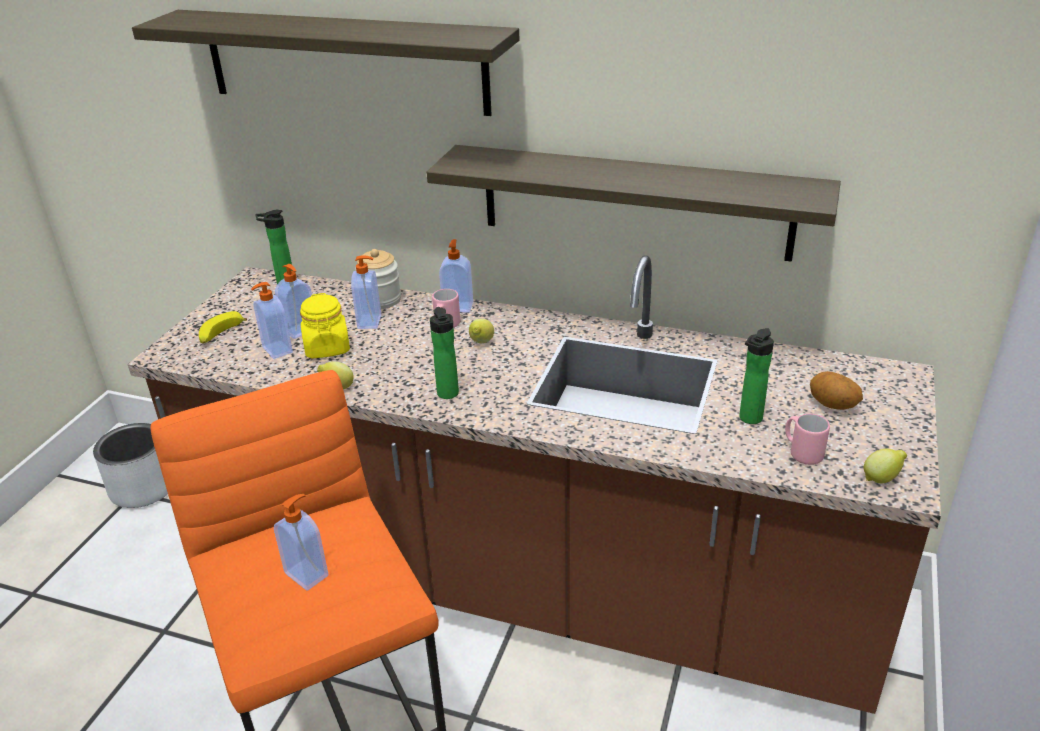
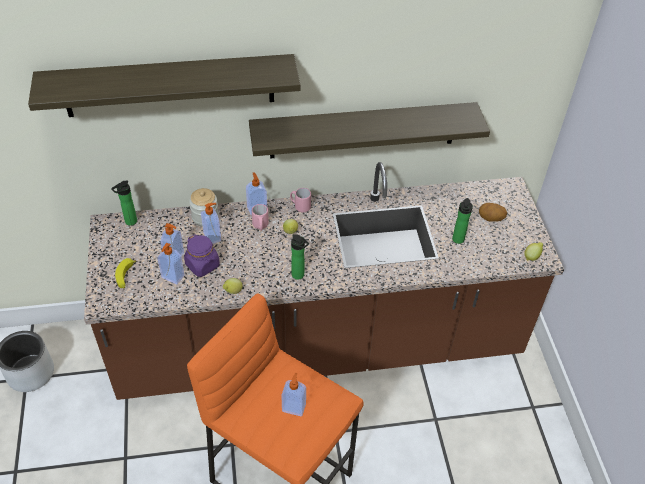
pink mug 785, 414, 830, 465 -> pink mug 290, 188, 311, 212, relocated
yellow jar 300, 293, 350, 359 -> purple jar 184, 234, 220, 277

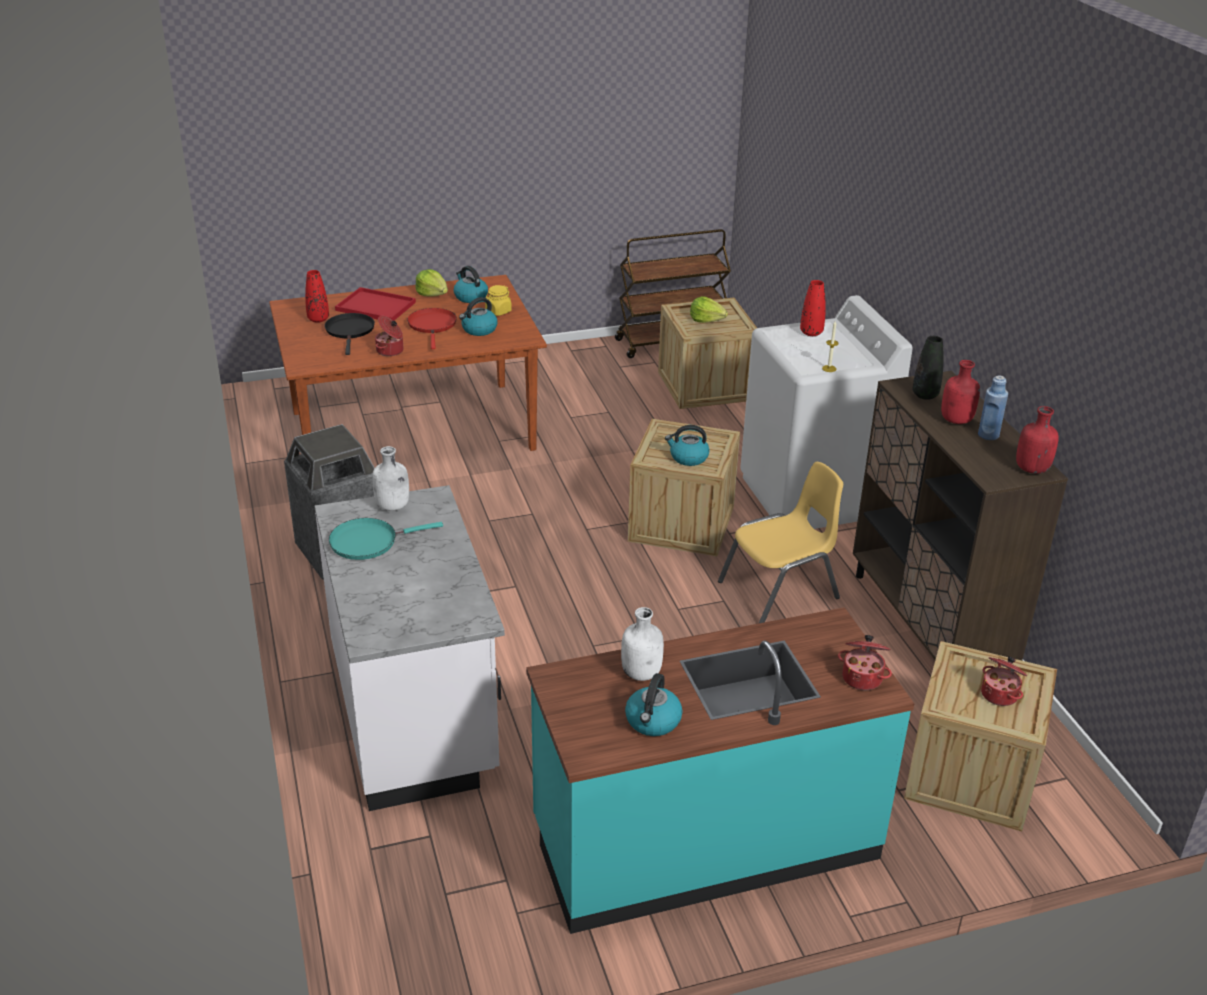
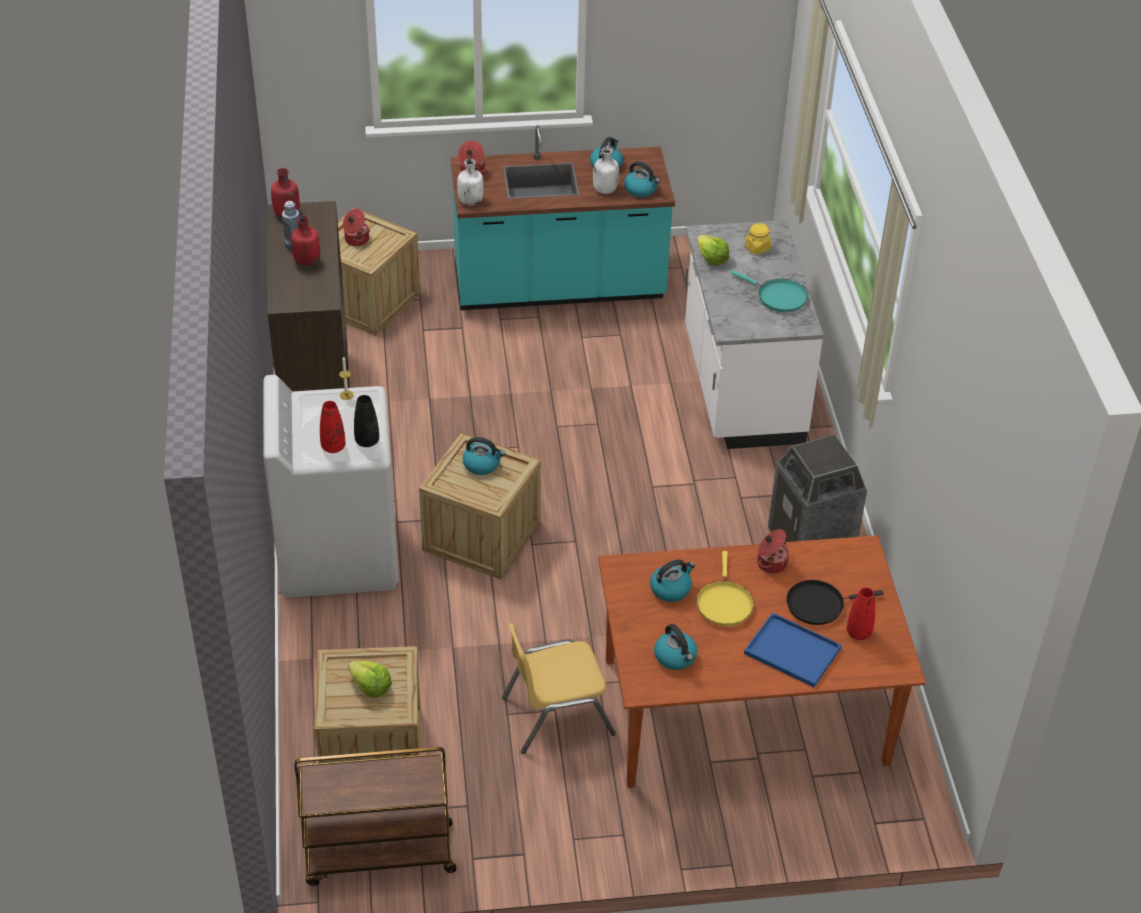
none -> kettle 624, 161, 660, 197
white bottle 372, 446, 409, 511 -> white bottle 457, 159, 484, 206, relocated
lettuce 415, 269, 448, 297 -> lettuce 697, 235, 729, 265, relocated
yellow jar 485, 285, 512, 316 -> yellow jar 745, 223, 772, 255, relocated
yellow chair 718, 462, 843, 624 -> yellow chair 502, 623, 616, 754, relocated
black vase 913, 336, 944, 400 -> black vase 354, 395, 379, 447, relocated
red tray 335, 287, 416, 320 -> blue tray 744, 612, 842, 687
red frying pan 407, 308, 457, 349 -> yellow frying pan 696, 551, 754, 626
black frying pan 324, 313, 375, 355 -> black frying pan 786, 580, 884, 625, 75 degrees clockwise
turquoise frying pan 329, 518, 443, 560 -> turquoise frying pan 731, 271, 808, 312, 45 degrees clockwise

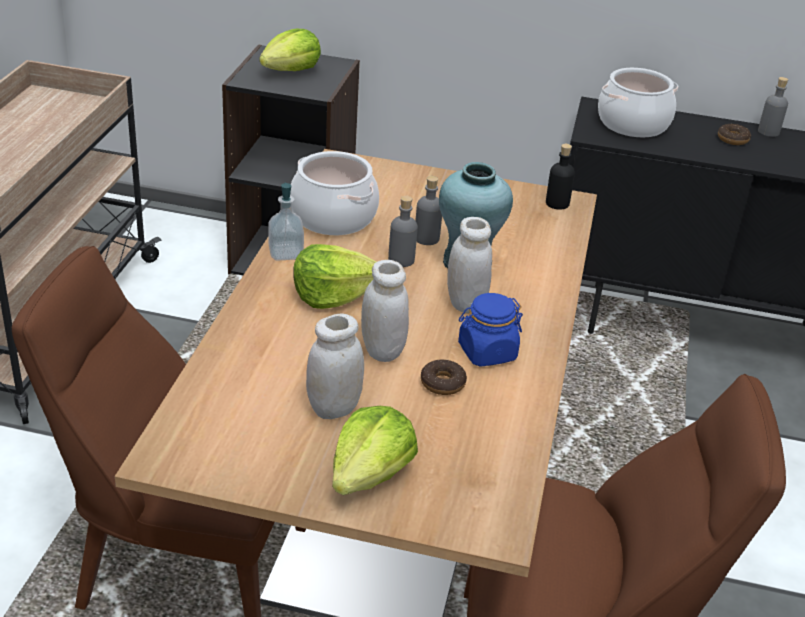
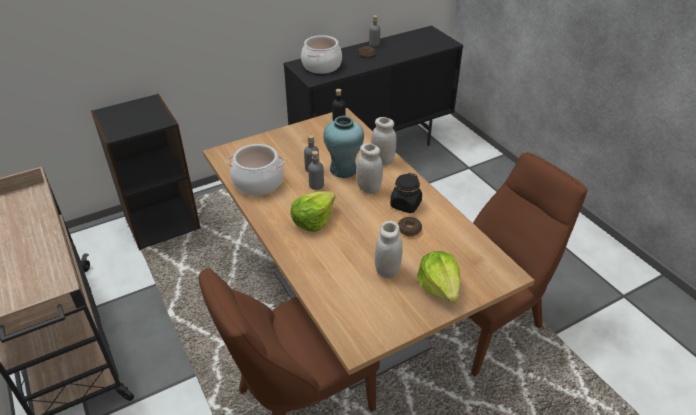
lettuce 259, 29, 321, 71 -> none
soap dispenser 268, 182, 304, 261 -> none
white jar 361, 260, 409, 362 -> white jar 371, 117, 397, 165, relocated
blue jar 458, 293, 523, 366 -> black jar 390, 173, 422, 213

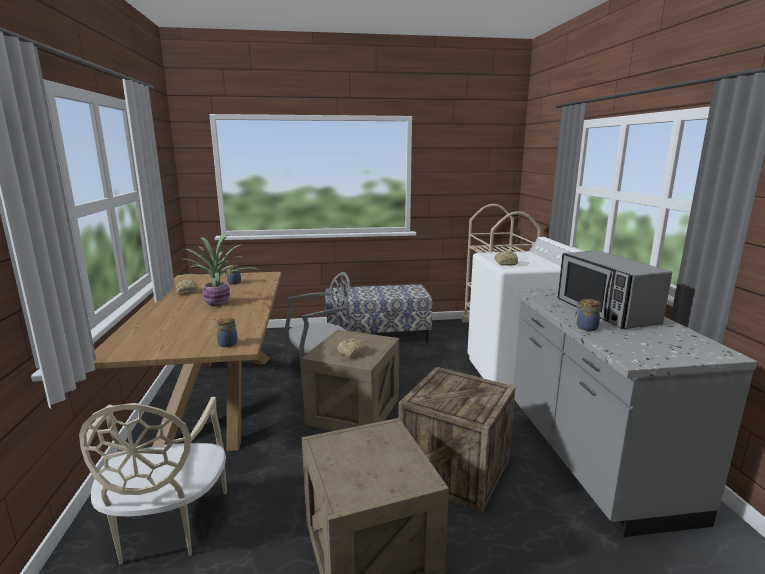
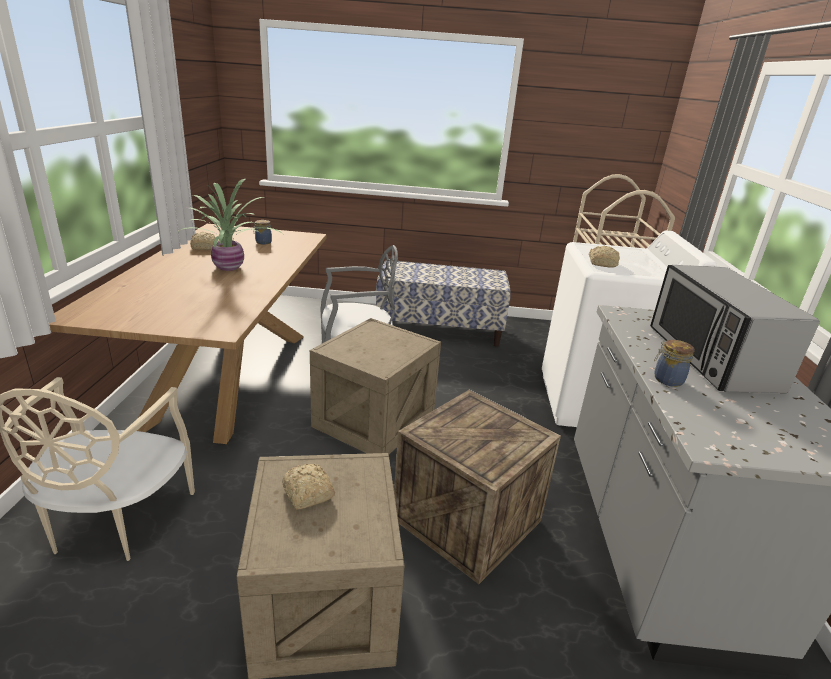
jar 216, 318, 238, 347 -> none
bread 337, 338, 367, 358 -> bread 282, 464, 335, 509, relocated

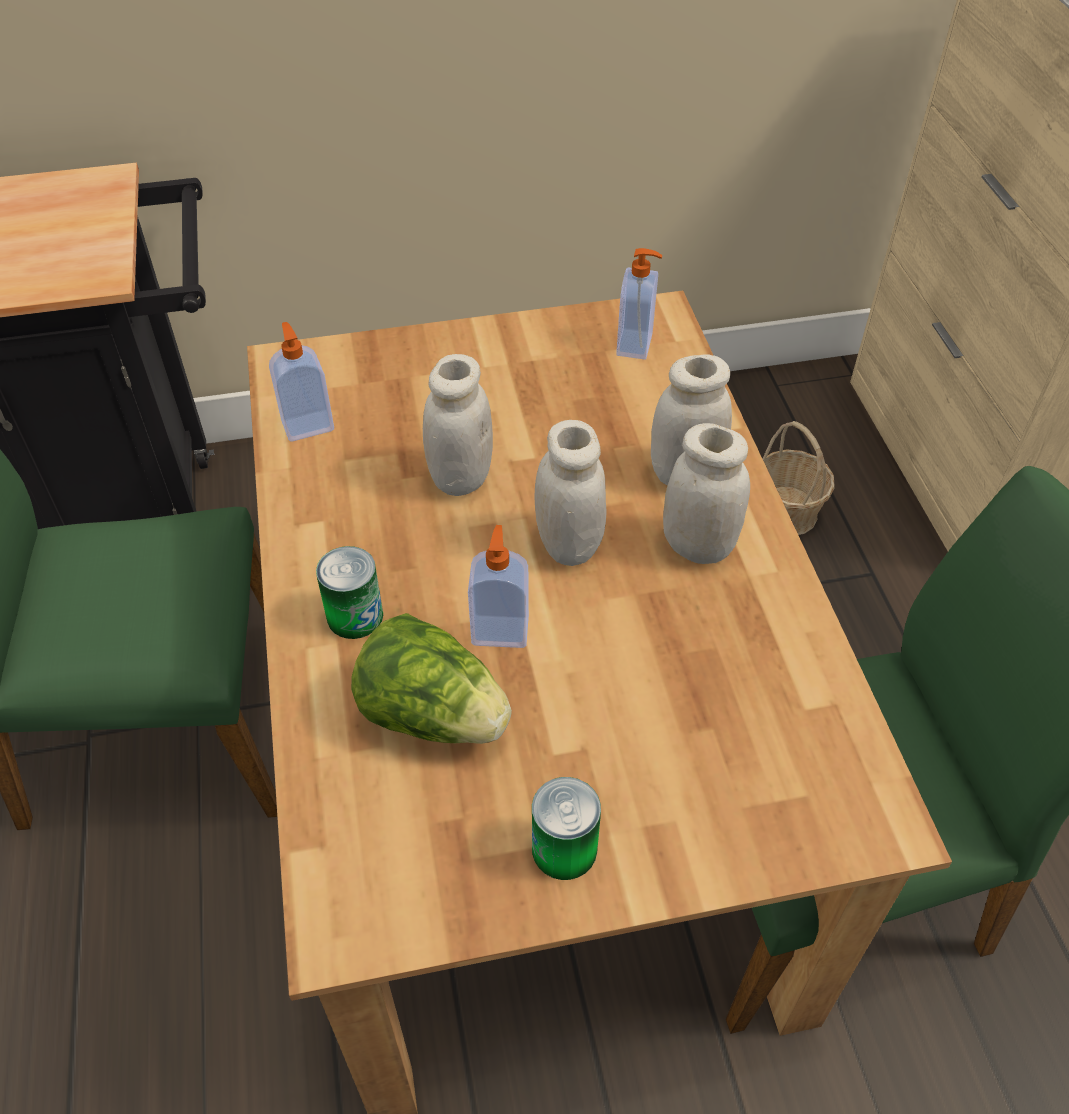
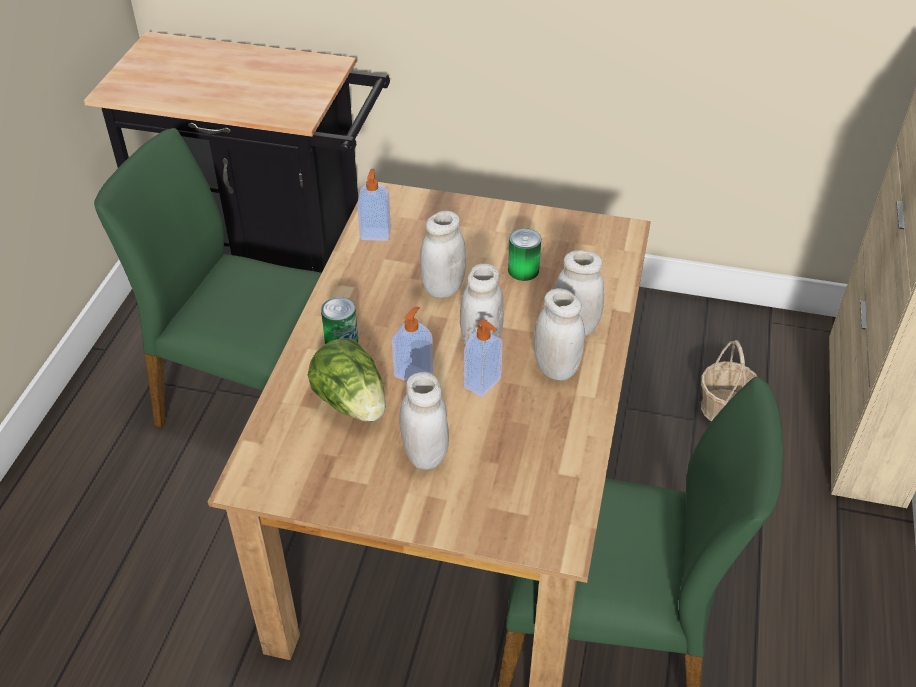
none -> white jar 400, 372, 449, 470
can 532, 777, 601, 880 -> can 508, 228, 541, 281, relocated
soap dispenser 616, 248, 662, 360 -> soap dispenser 464, 319, 503, 397, relocated

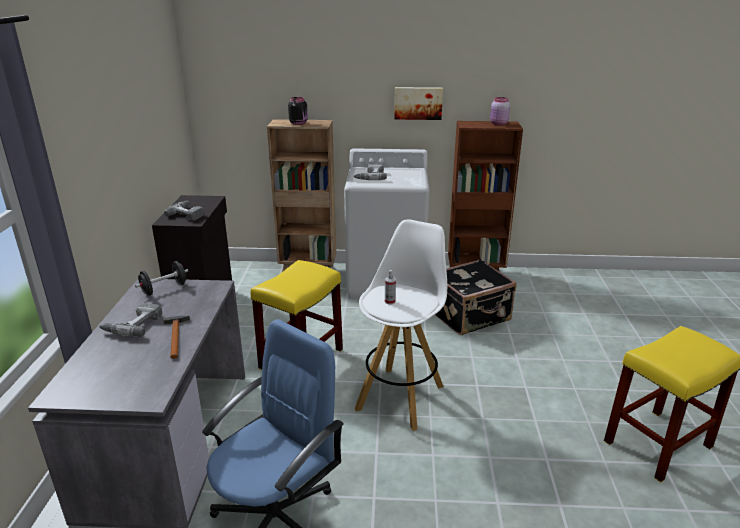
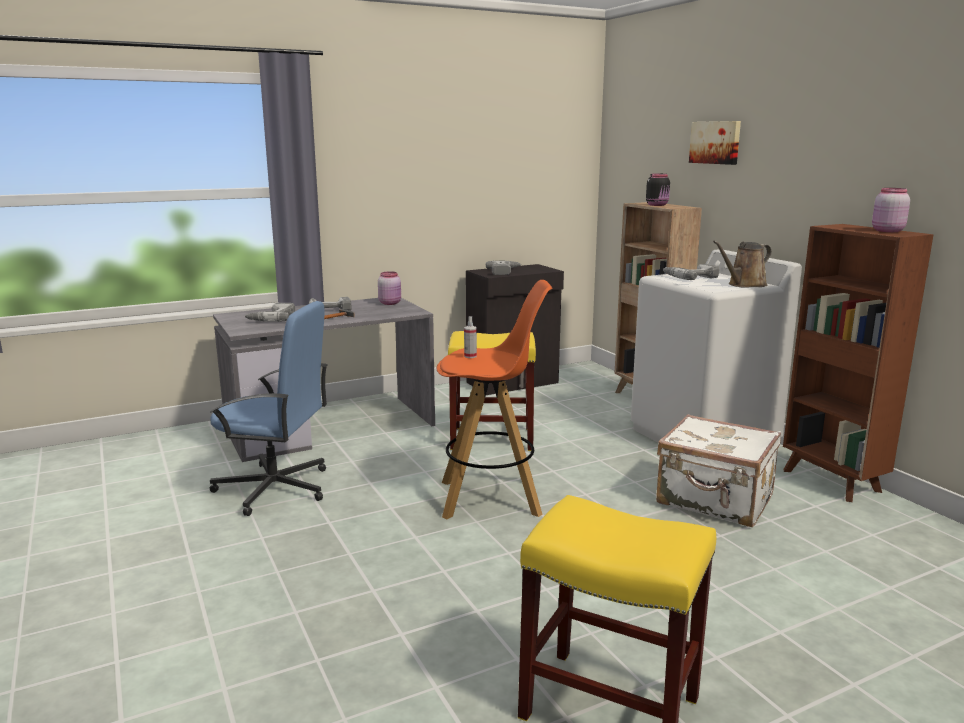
none -> power drill 245, 303, 295, 322
none -> brown watering can 713, 241, 772, 288
picture 394, 87, 443, 120 -> picture 689, 121, 741, 165, relocated
black dumbbell 135, 261, 188, 296 -> pink jar 378, 271, 401, 305
white stool 355, 219, 447, 431 -> orange stool 436, 280, 552, 519
black suitcase 435, 259, 517, 335 -> white suitcase 656, 414, 781, 527

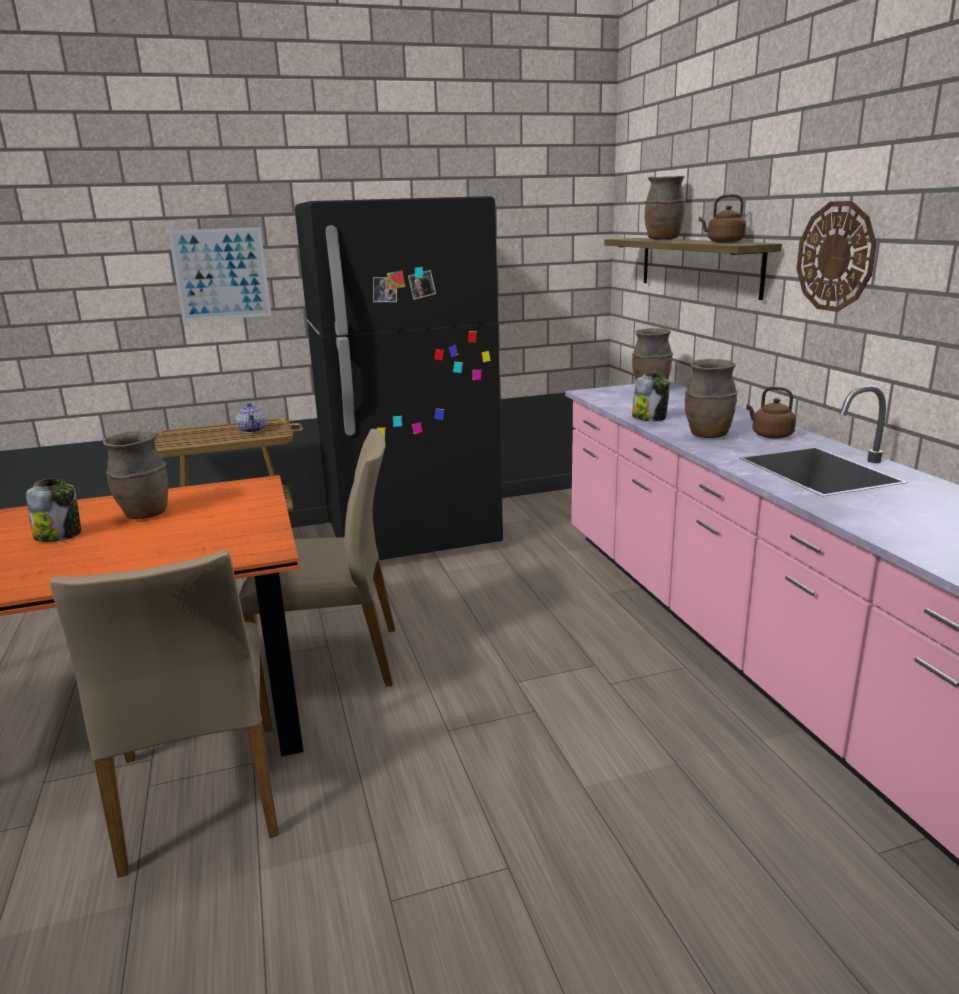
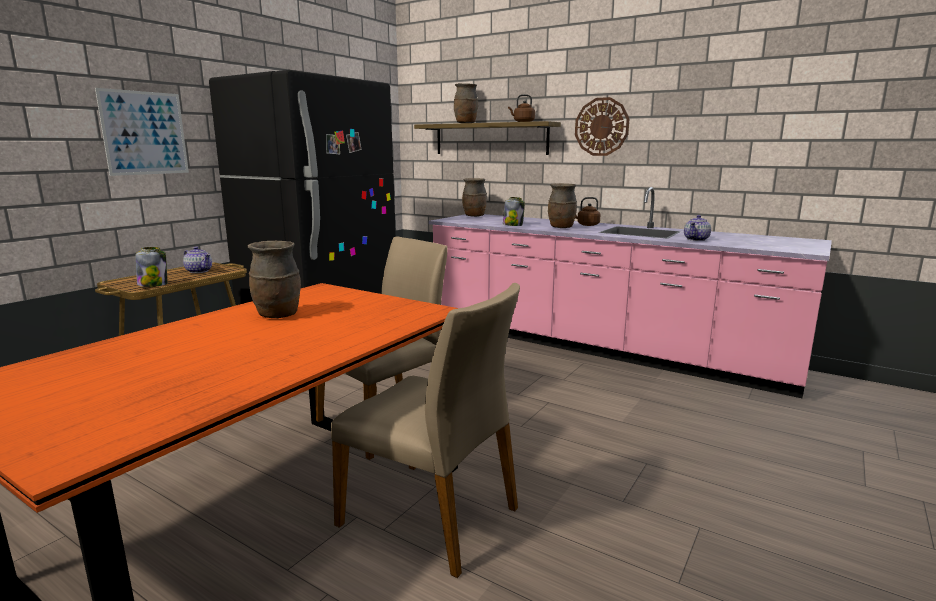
none -> teapot 684, 215, 711, 241
jar 26, 479, 81, 542 -> jar 135, 247, 167, 287, relocated

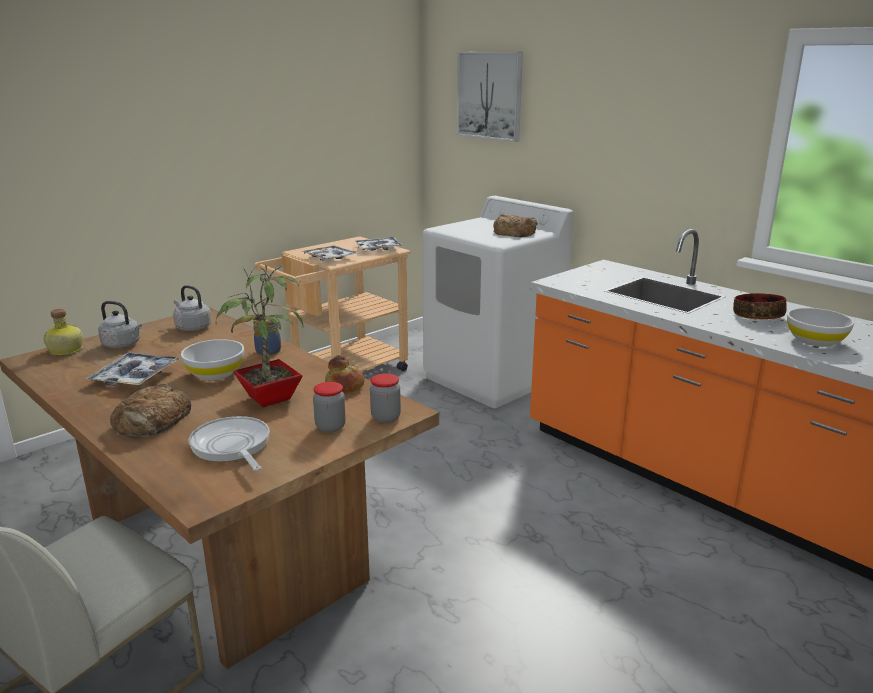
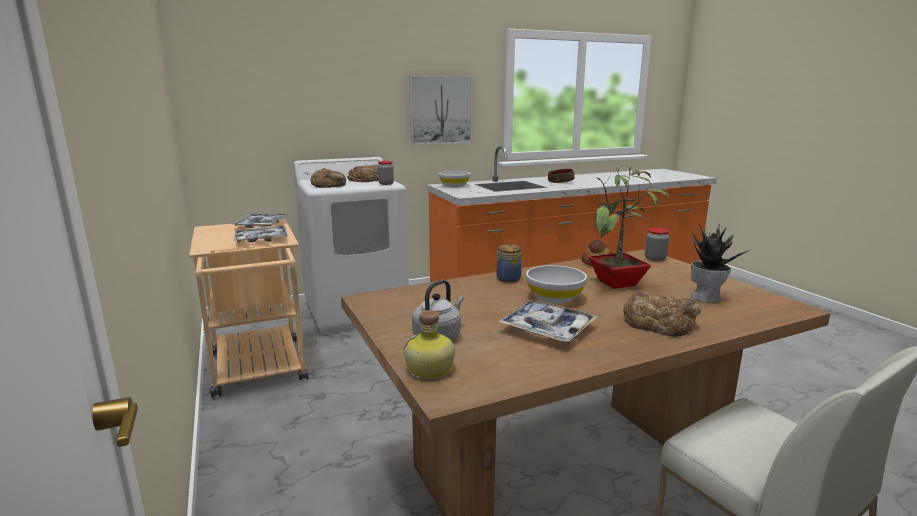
grey kettle 173, 285, 211, 331 -> none
none -> bread 311, 168, 346, 188
jar 313, 382, 346, 433 -> jar 378, 161, 394, 185, relocated
picture 457, 52, 523, 142 -> picture 409, 76, 473, 145, relocated
white bowl 787, 308, 854, 347 -> white bowl 439, 171, 470, 188, relocated
frying pan 189, 416, 270, 471 -> potted plant 691, 223, 751, 303

